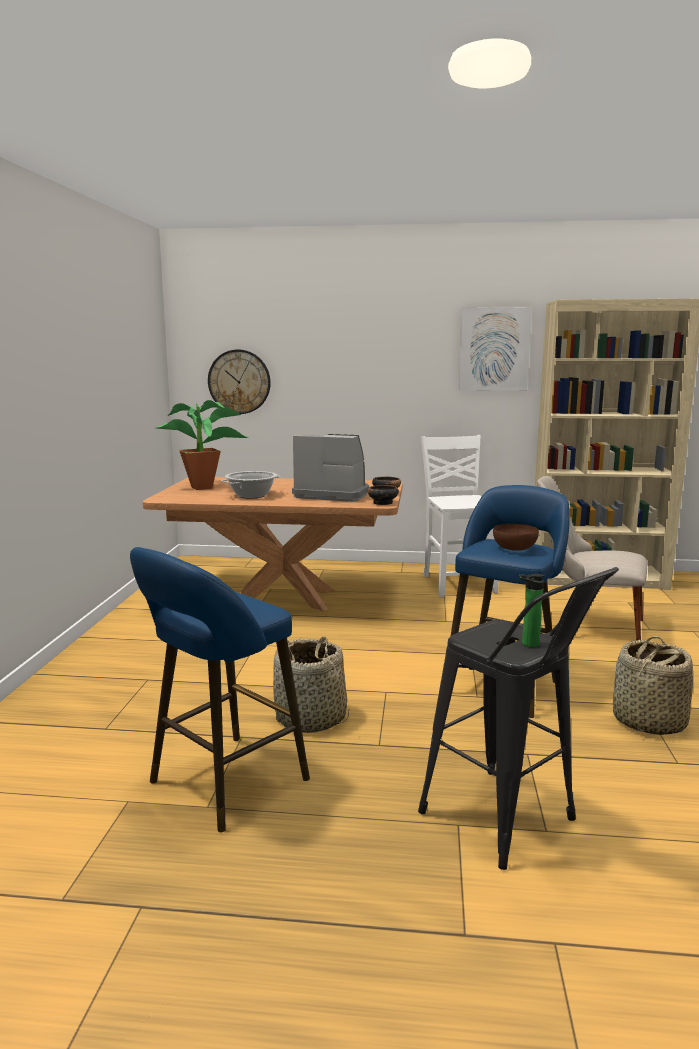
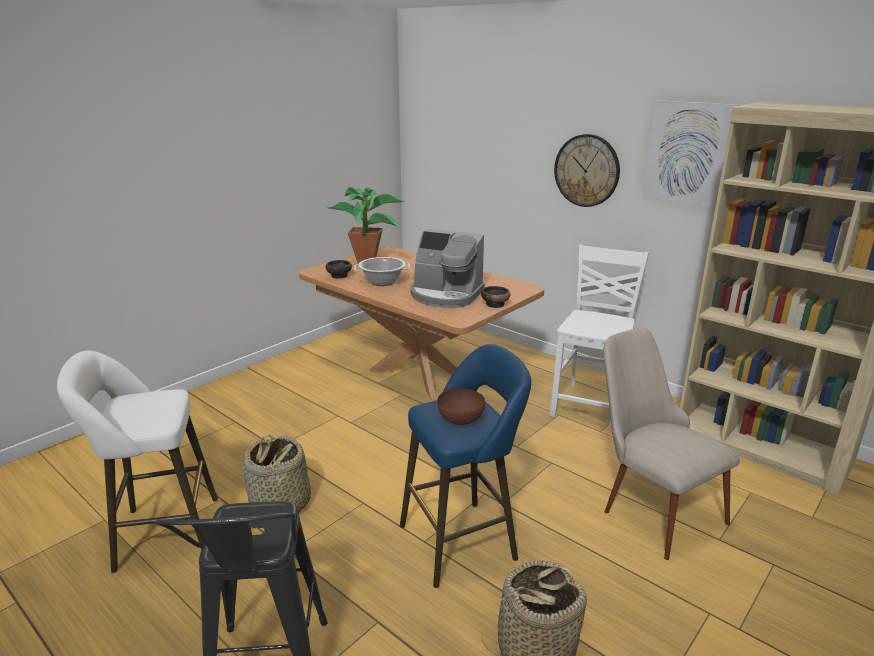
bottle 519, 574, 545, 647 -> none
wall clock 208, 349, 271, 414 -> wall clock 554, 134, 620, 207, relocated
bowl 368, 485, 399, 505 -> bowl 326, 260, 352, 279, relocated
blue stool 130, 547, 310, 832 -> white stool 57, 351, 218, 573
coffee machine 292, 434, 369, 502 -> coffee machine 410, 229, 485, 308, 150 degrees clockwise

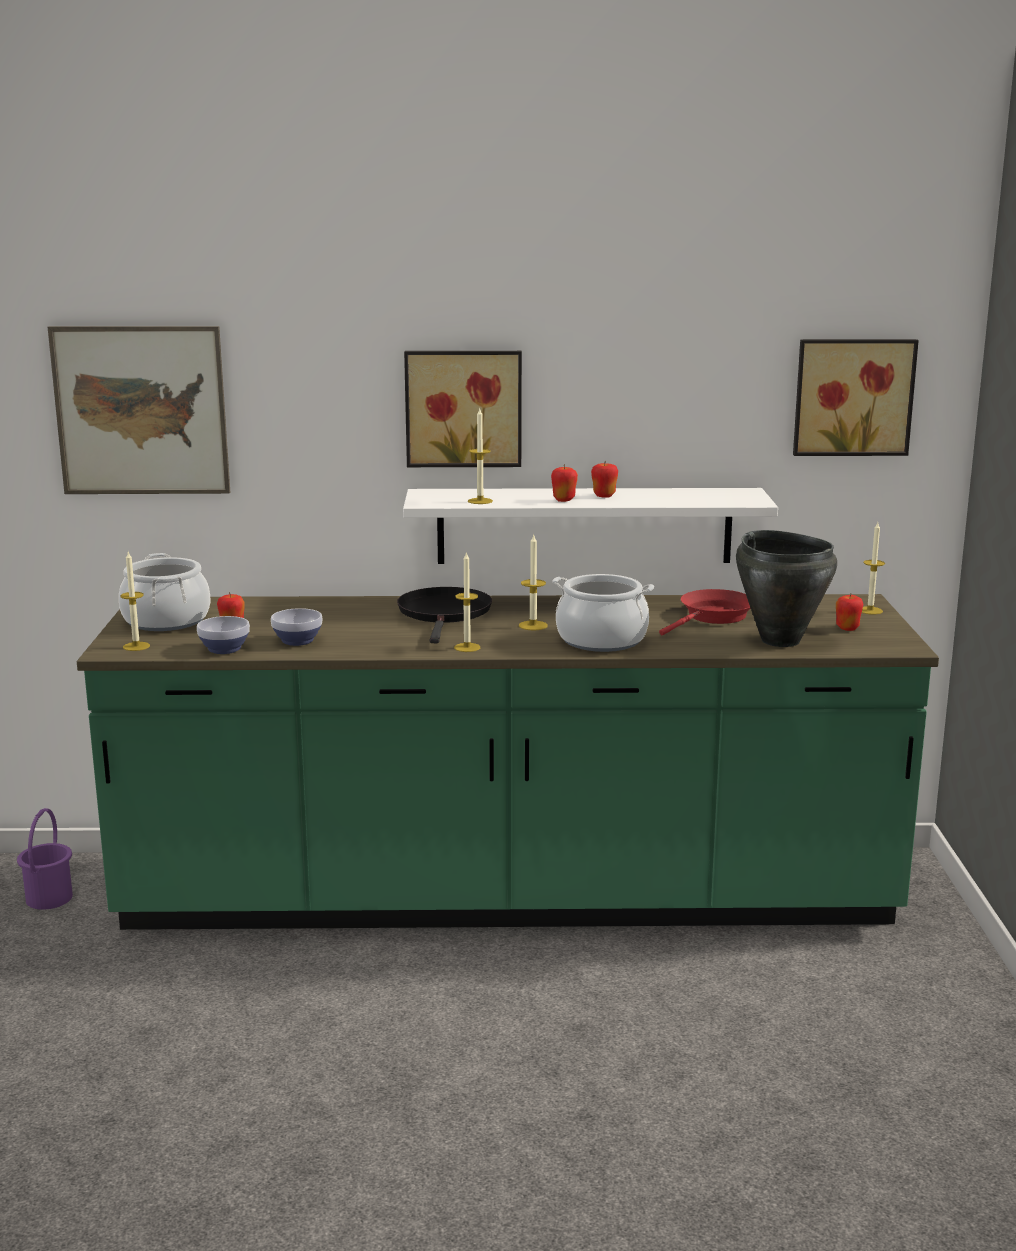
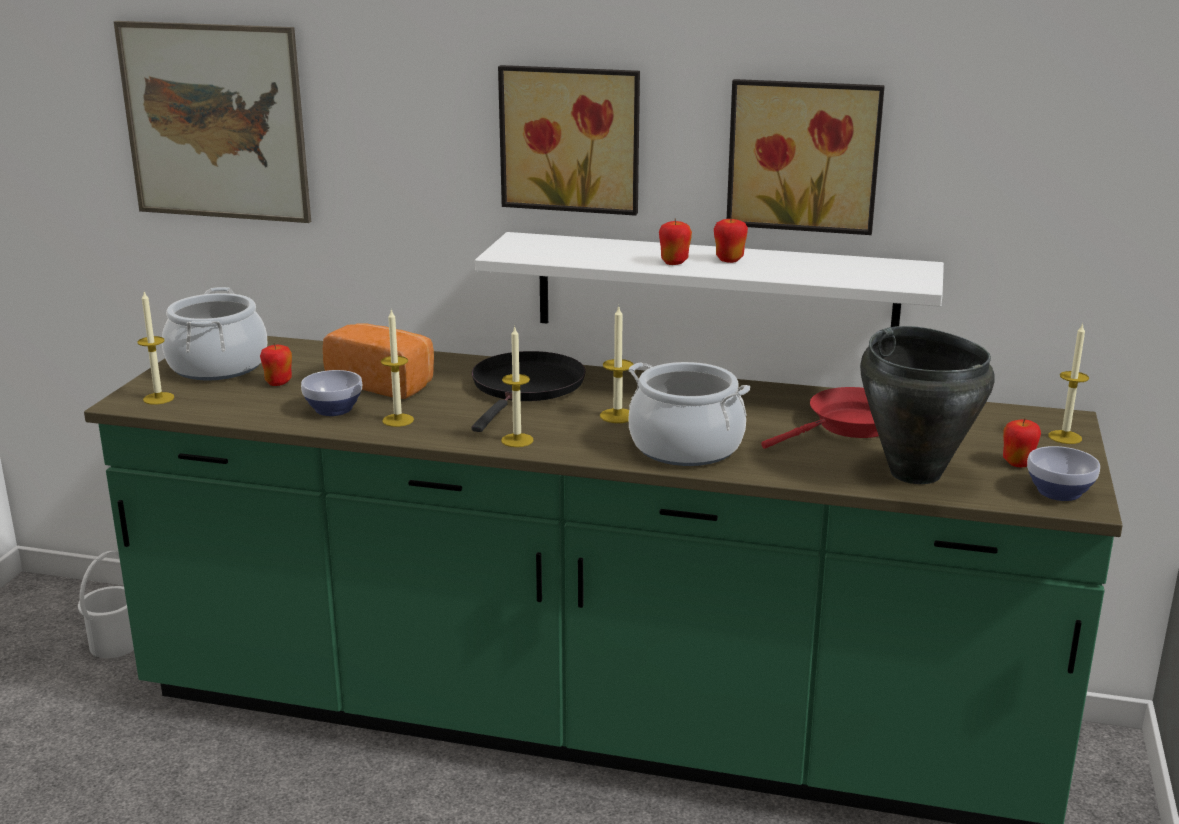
none -> bread 323, 323, 434, 399
bowl 197, 616, 250, 654 -> bowl 1027, 446, 1100, 501, relocated
candle 468, 407, 493, 504 -> candle 381, 309, 414, 427, relocated
picture 793, 339, 919, 456 -> picture 727, 79, 885, 235, relocated
purple bucket 17, 808, 73, 910 -> white bucket 78, 551, 134, 658

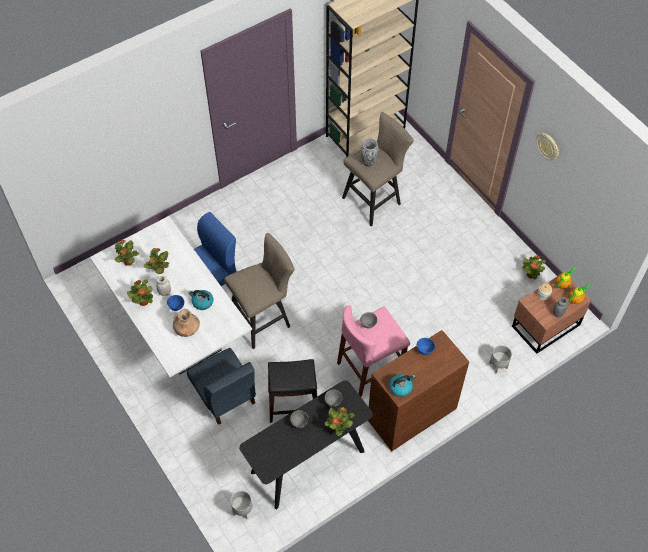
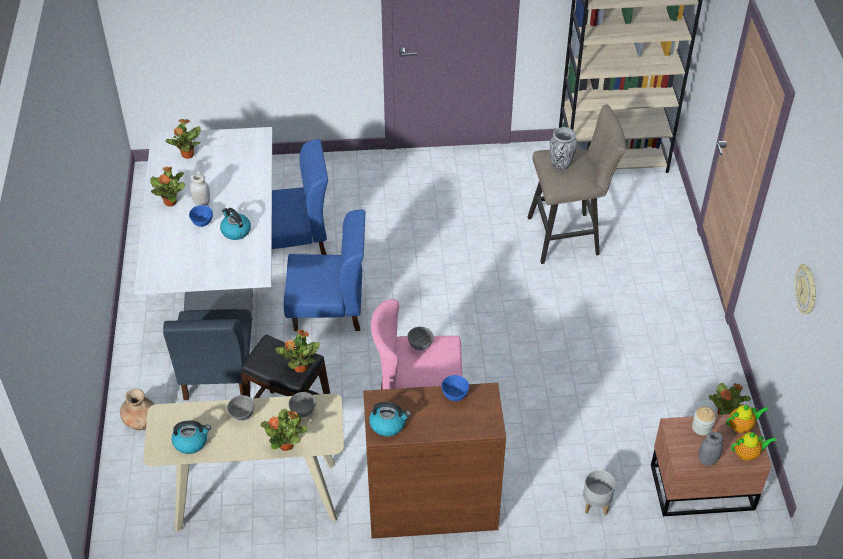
grey planter 231, 491, 252, 519 -> none
none -> kettle 172, 420, 211, 454
potted plant 144, 248, 169, 274 -> potted plant 275, 329, 320, 373, relocated
brown vase 173, 309, 200, 337 -> brown vase 120, 389, 155, 430, relocated
wall clock 536, 132, 559, 161 -> wall clock 794, 264, 816, 314, relocated
beige stool 224, 233, 295, 349 -> blue chair 284, 210, 365, 331
black console table 239, 380, 373, 509 -> beige console table 143, 393, 344, 532

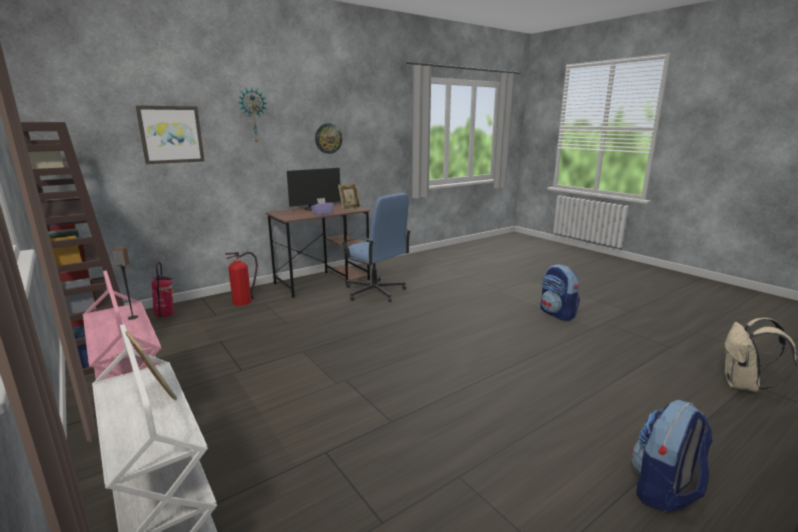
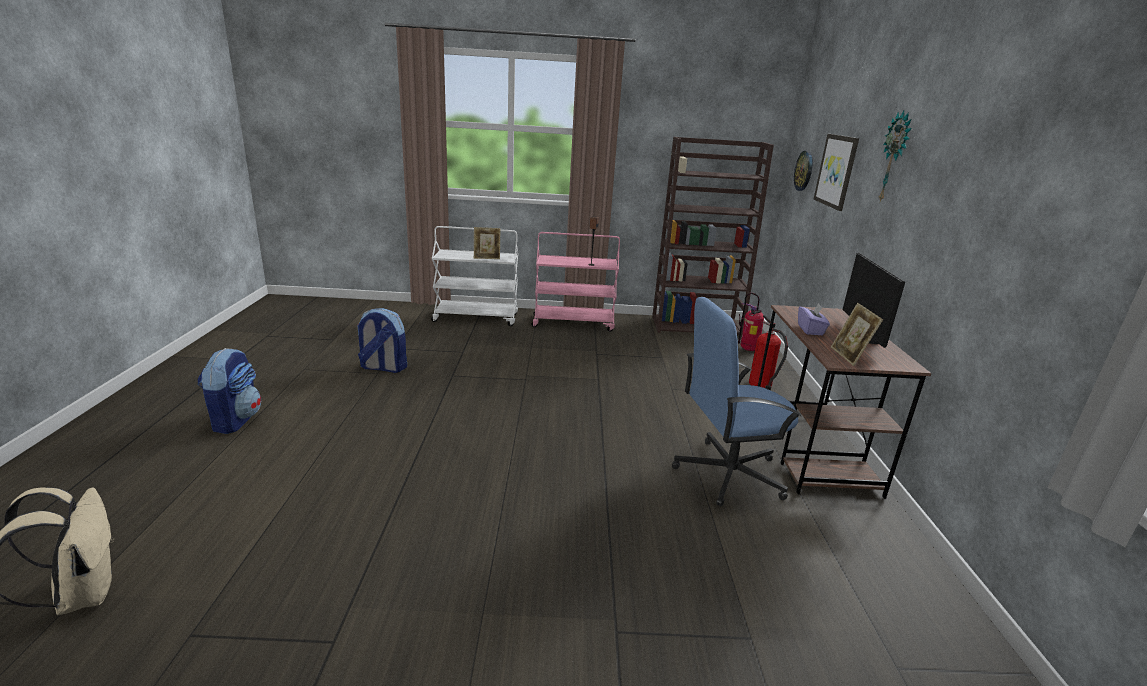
wall clock 315, 124, 342, 154 -> wall clock 794, 151, 812, 191, relocated
backpack 540, 264, 580, 321 -> backpack 357, 308, 407, 373, relocated

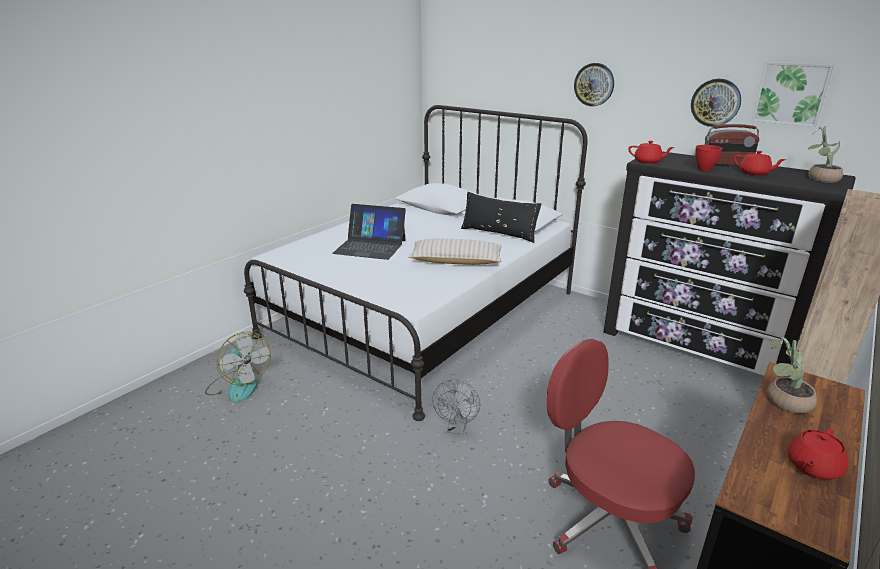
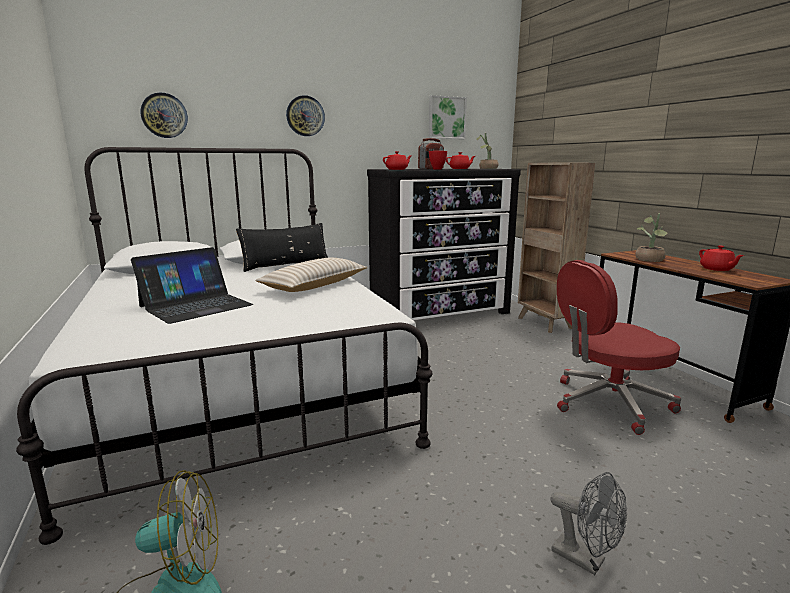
grey fan 432, 380, 480, 435 -> grey fan 550, 472, 627, 575, relocated
wall clock 691, 79, 741, 127 -> wall clock 140, 93, 188, 138, relocated

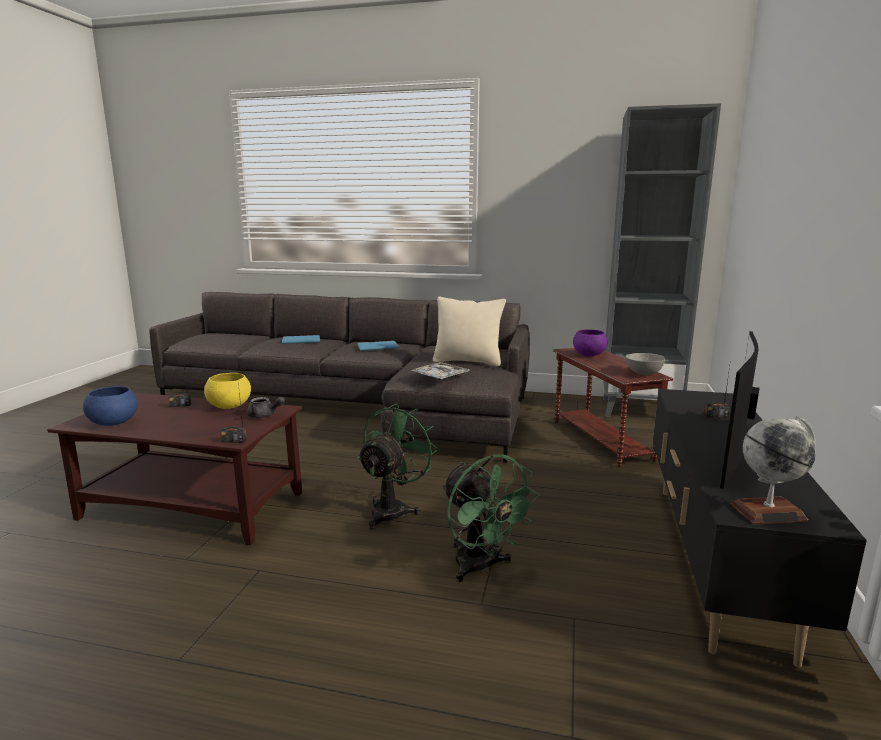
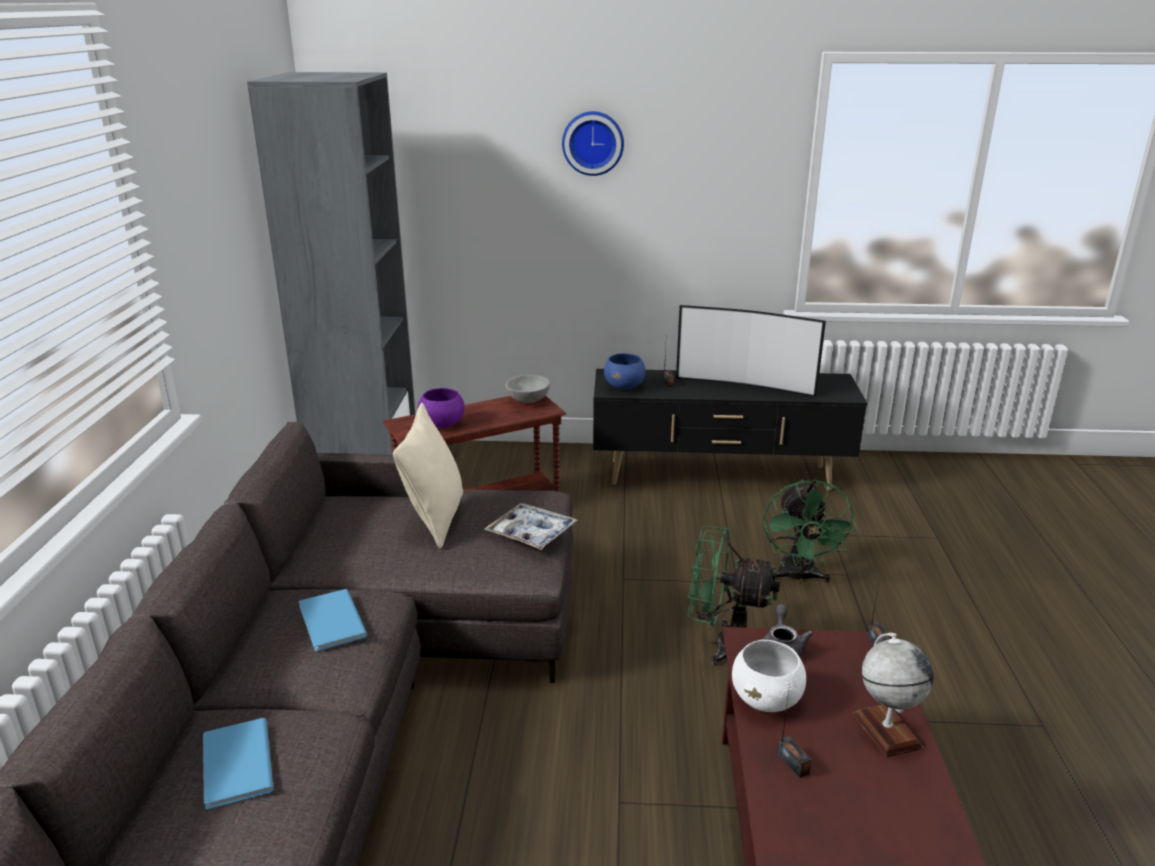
none -> wall clock 562, 111, 624, 176
blue bowl 83, 386, 138, 426 -> blue bowl 604, 353, 646, 390, relocated
globe 730, 415, 816, 525 -> globe 852, 633, 934, 757, relocated
yellow bowl 204, 373, 251, 409 -> white bowl 732, 640, 806, 712
green fan 442, 454, 540, 582 -> green fan 763, 480, 857, 584, 135 degrees clockwise

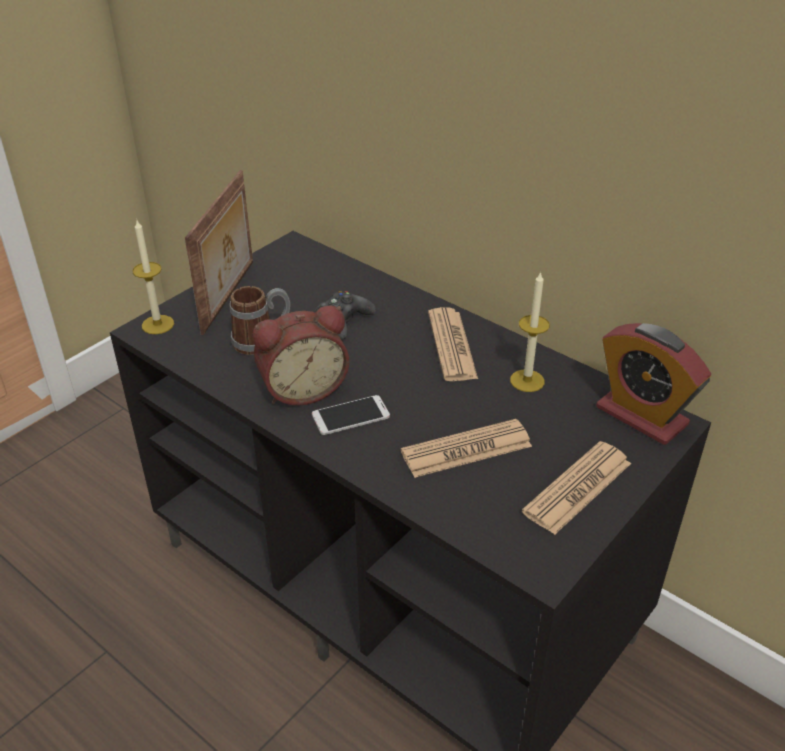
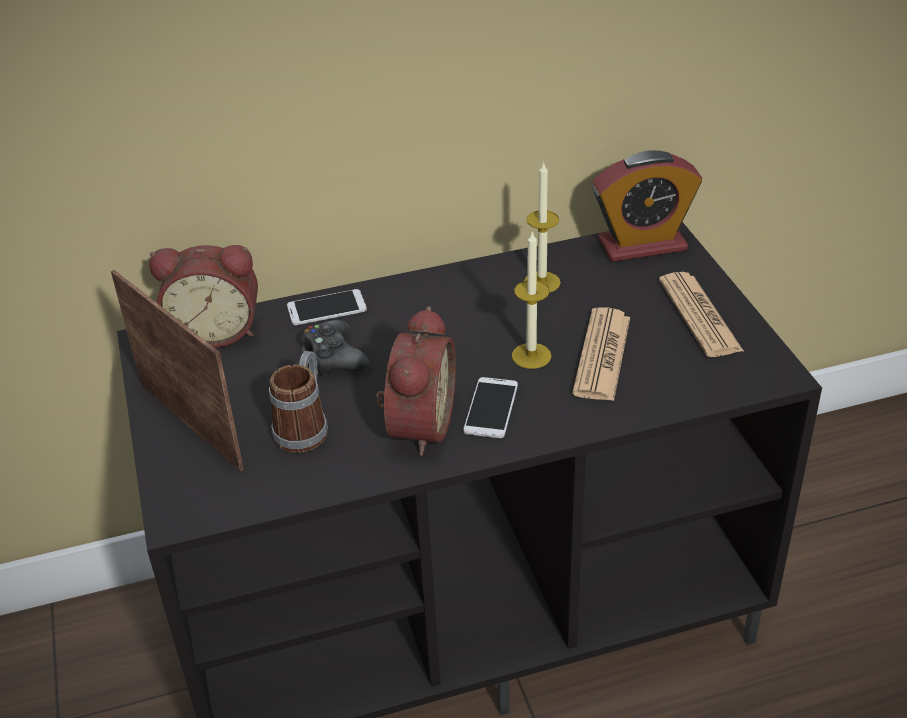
newspaper 428, 307, 478, 381 -> none
none -> alarm clock 149, 245, 258, 348
none -> phone 287, 289, 367, 325
candle 133, 220, 174, 334 -> candle 512, 230, 552, 369, relocated

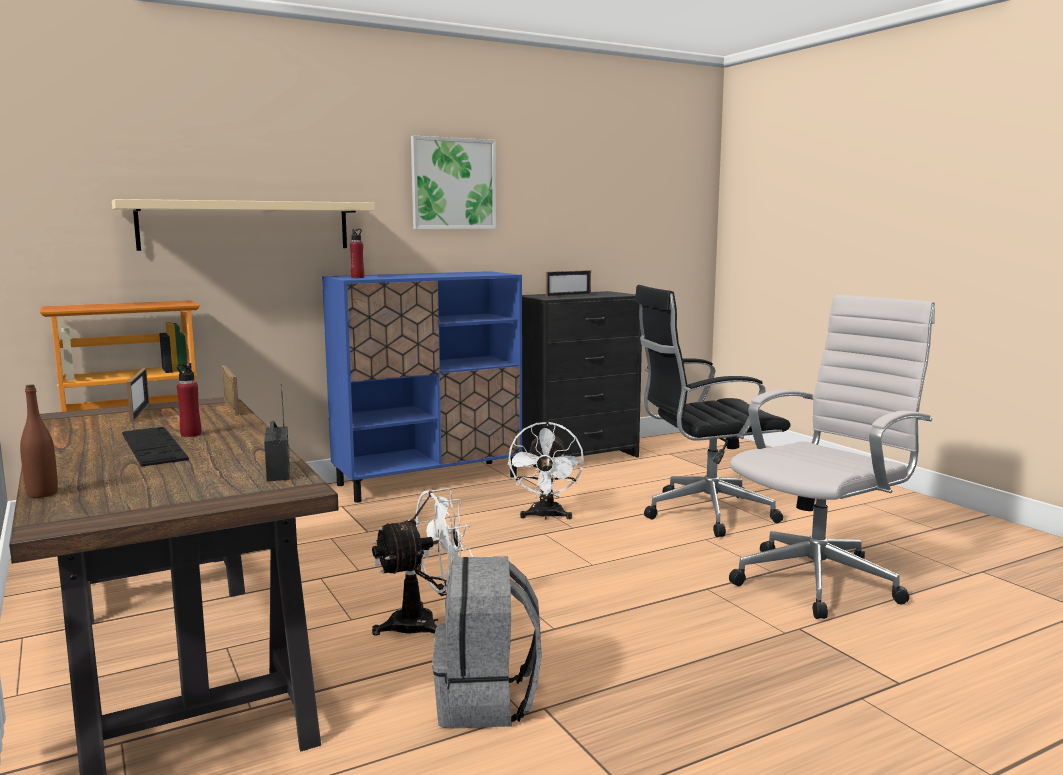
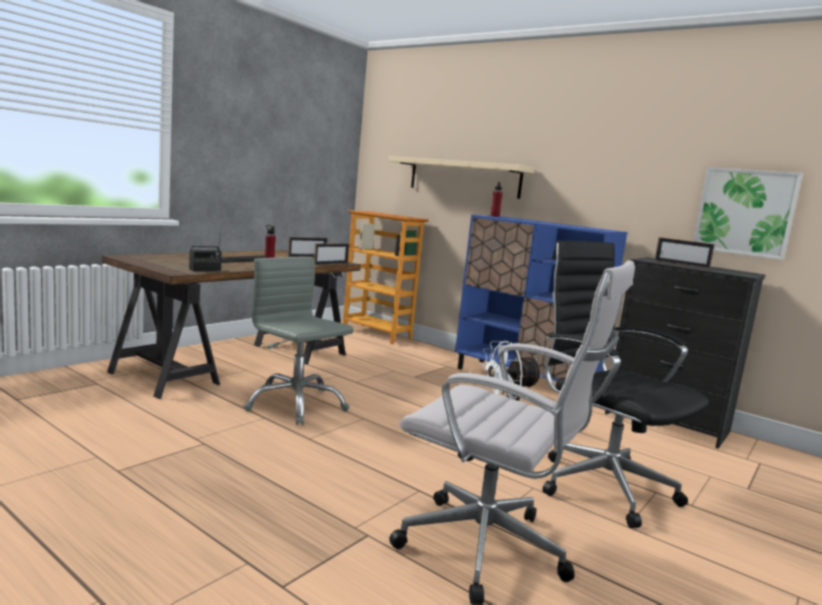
brown bottle 20, 385, 58, 498 -> none
grey backpack 432, 557, 542, 729 -> none
picture 411, 136, 496, 229 -> picture 693, 167, 803, 260, relocated
white fan 372, 488, 473, 636 -> grey office chair 243, 257, 353, 425

